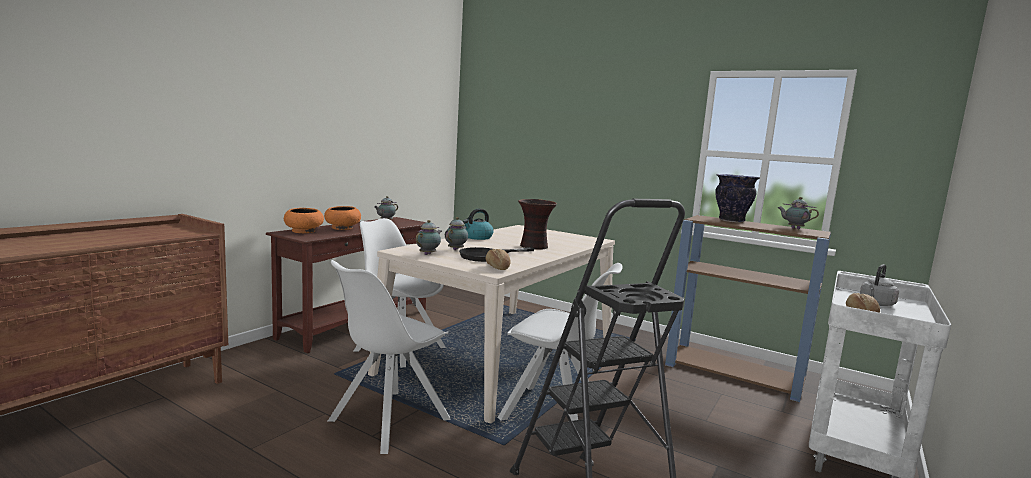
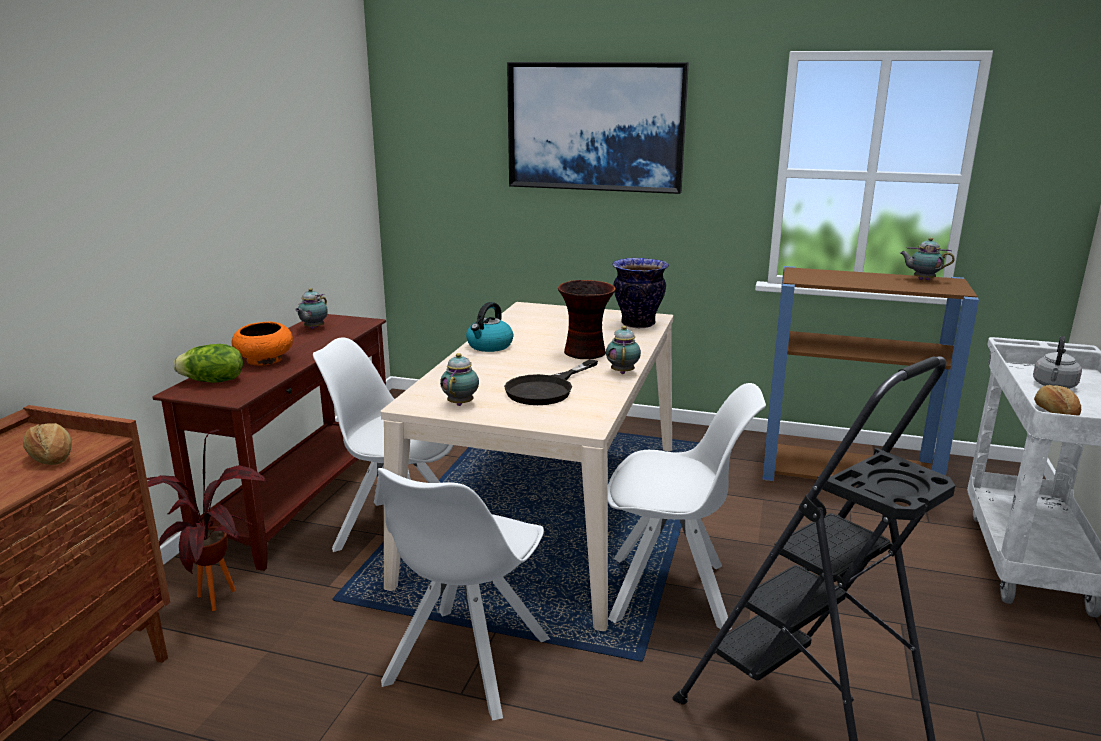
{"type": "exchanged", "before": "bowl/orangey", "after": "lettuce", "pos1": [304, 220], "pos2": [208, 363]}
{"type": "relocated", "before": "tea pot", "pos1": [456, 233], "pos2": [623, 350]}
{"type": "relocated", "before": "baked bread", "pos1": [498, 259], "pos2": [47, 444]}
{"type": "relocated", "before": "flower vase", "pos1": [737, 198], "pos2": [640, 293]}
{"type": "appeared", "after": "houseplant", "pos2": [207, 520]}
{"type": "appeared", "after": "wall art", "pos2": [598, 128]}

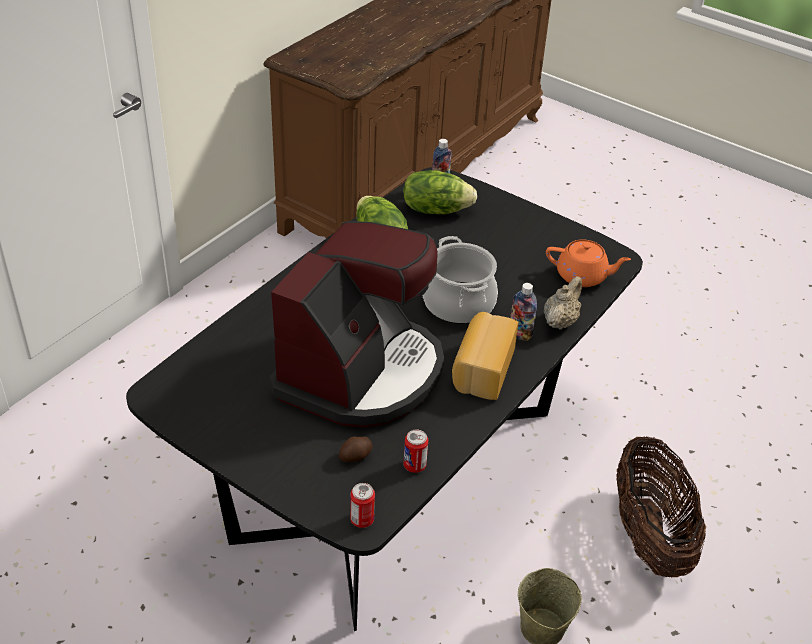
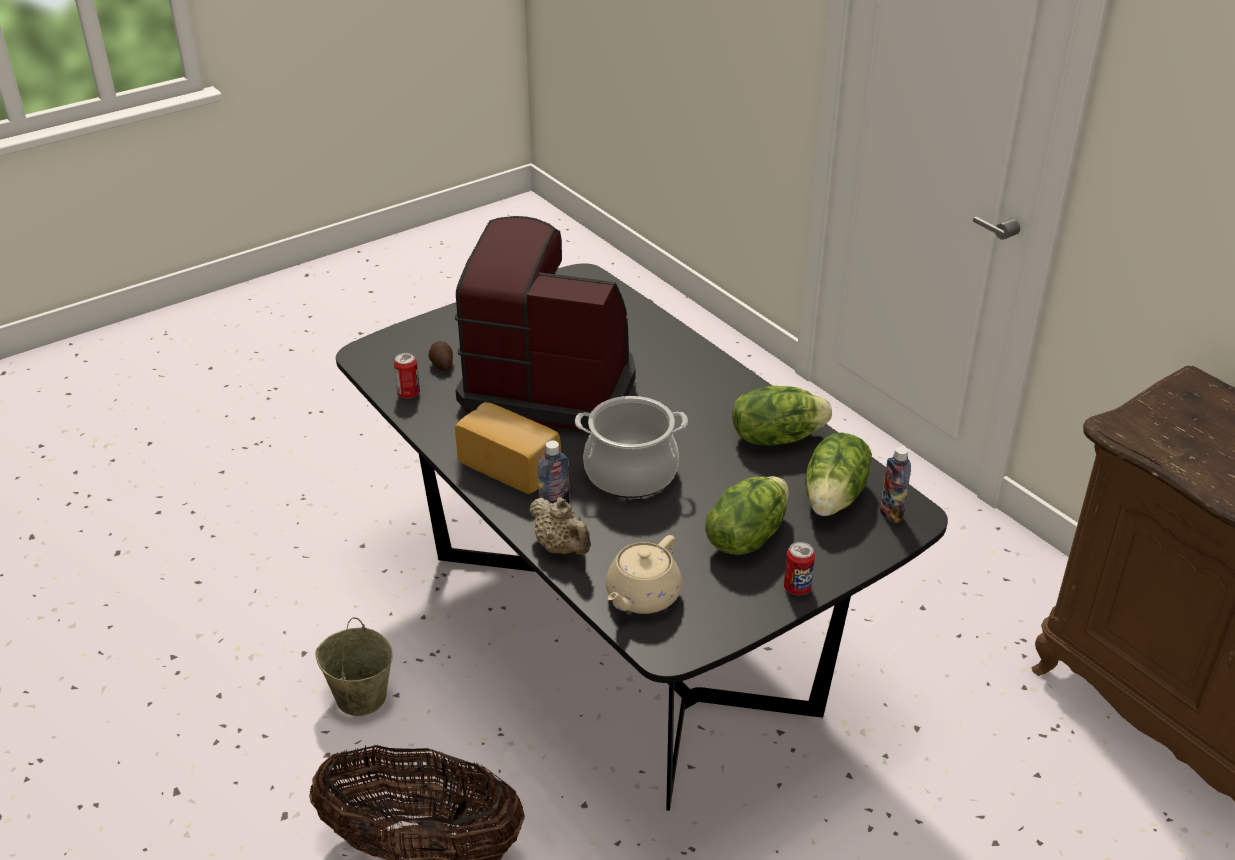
{"type": "spun", "before": "coffee brewer", "pos1": [357, 324], "pos2": [545, 324], "turn": 150}
{"type": "relocated", "before": "can", "pos1": [362, 505], "pos2": [799, 568]}
{"type": "colour", "before": "tea pot/orangey", "after": "tea pot/sand-coloured", "pos1": [588, 263], "pos2": [644, 574]}
{"type": "appeared", "after": "lettuce", "pos2": [747, 515]}

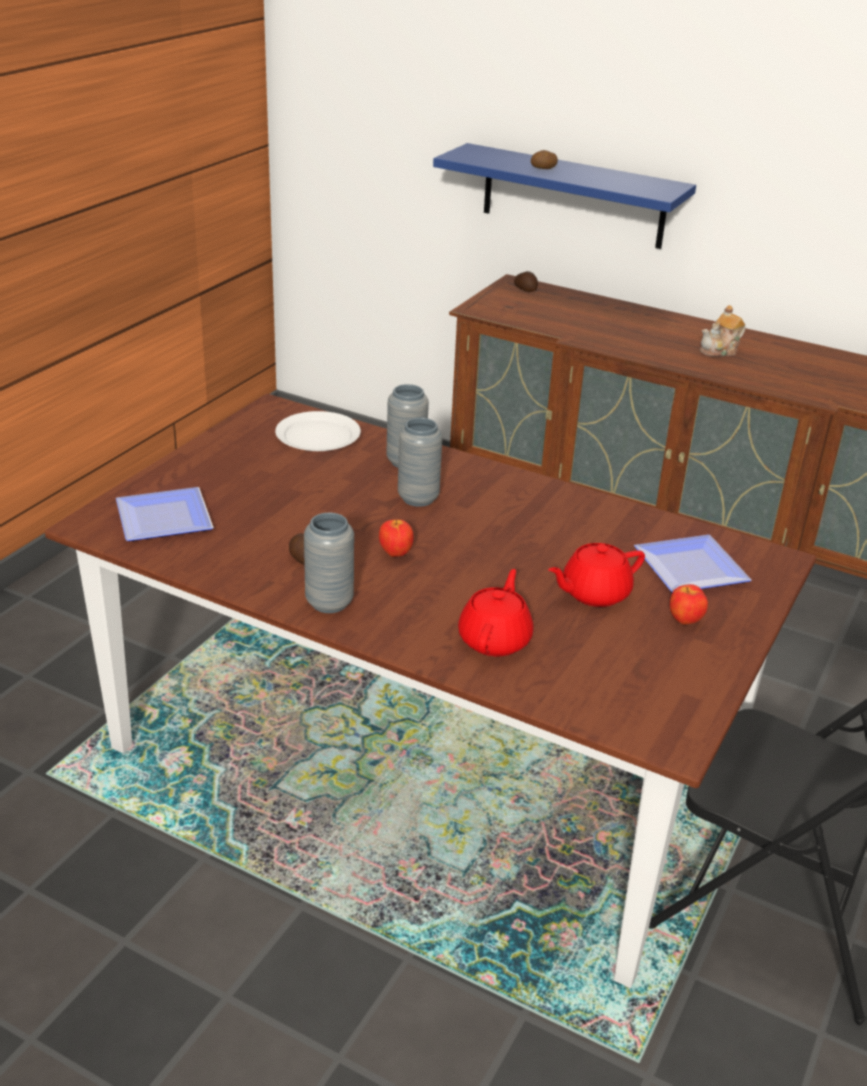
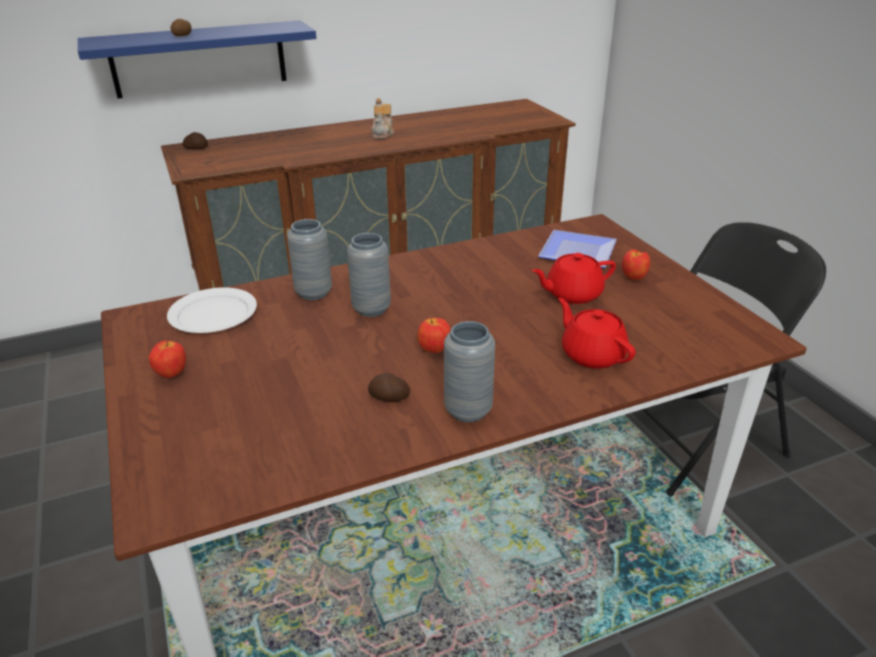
{"type": "missing", "before": "dinner plate", "pos1": [165, 514]}
{"type": "spun", "before": "tea pot/red-coloured", "pos1": [596, 575], "pos2": [574, 278], "turn": 60}
{"type": "appeared", "after": "apple fruit", "pos2": [167, 359]}

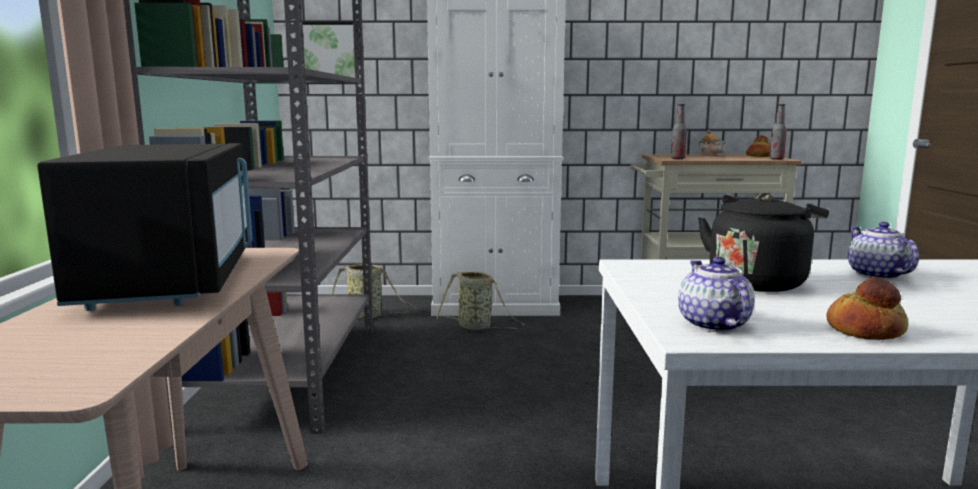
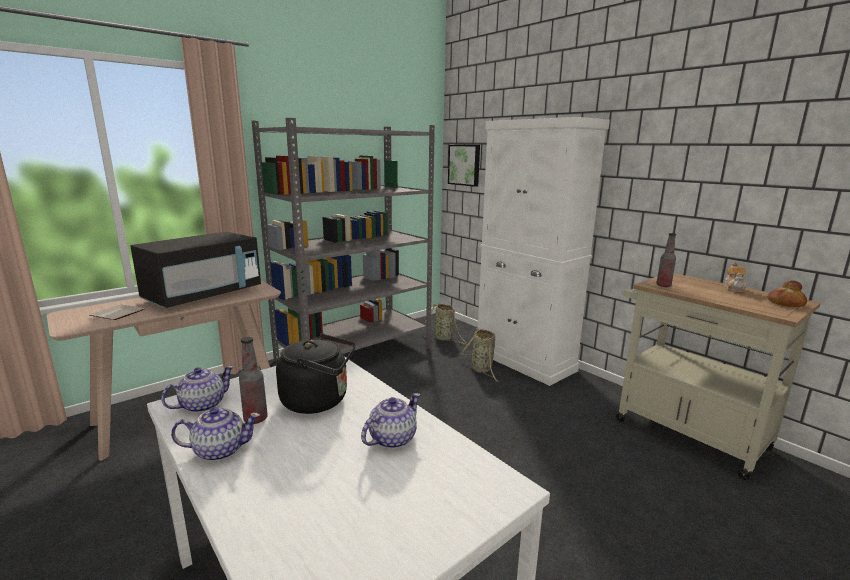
{"type": "relocated", "before": "bottle", "pos1": [778, 132], "pos2": [253, 380]}
{"type": "exchanged", "before": "baked bread", "after": "tea pot", "pos1": [867, 308], "pos2": [215, 434]}
{"type": "appeared", "after": "dinner plate", "pos2": [117, 312]}

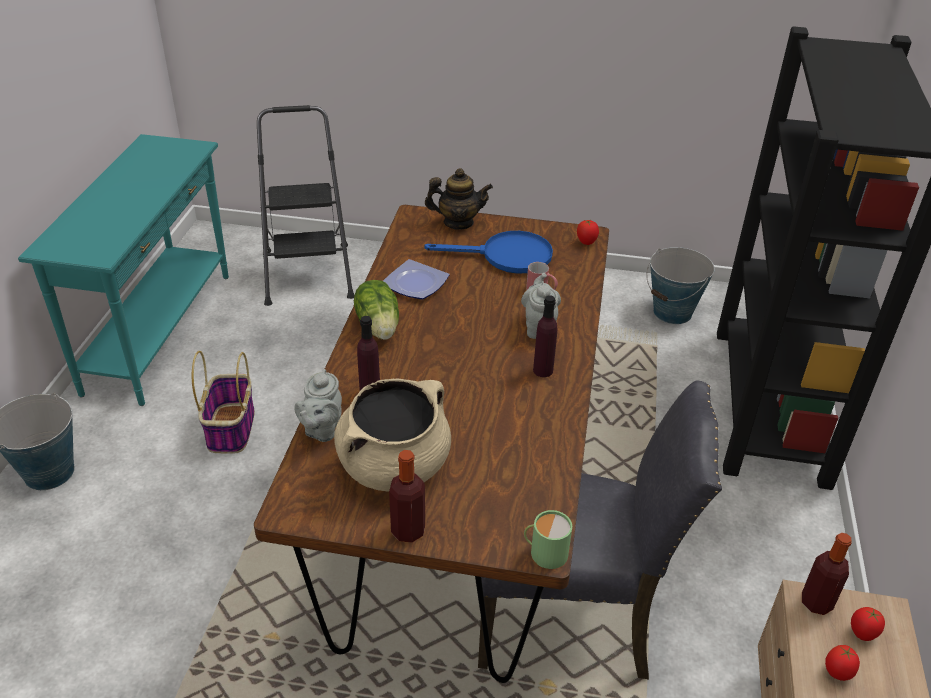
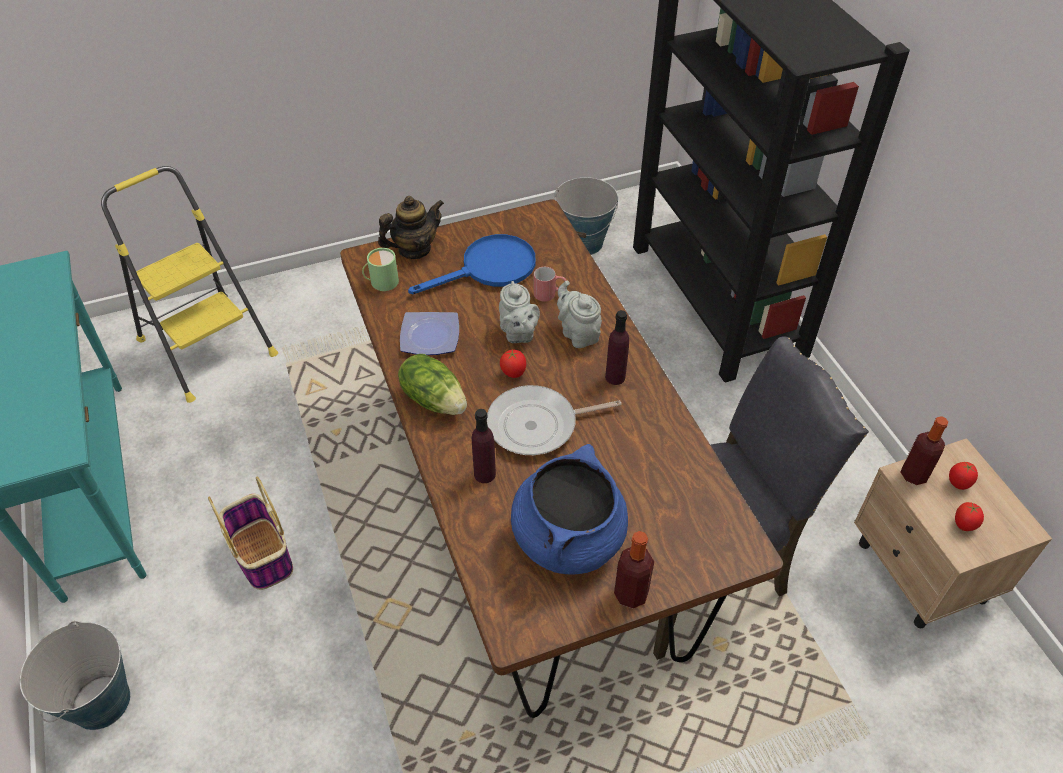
{"type": "colour", "before": "step stool/black", "after": "step stool/yellowish", "pos1": [306, 205], "pos2": [189, 284]}
{"type": "relocated", "before": "tea pot/grey", "pos1": [318, 405], "pos2": [519, 312]}
{"type": "colour", "before": "stockpot/sand-coloured", "after": "stockpot/blue-coloured", "pos1": [392, 435], "pos2": [569, 509]}
{"type": "relocated", "before": "coffee mug/green-coloured", "pos1": [548, 539], "pos2": [380, 269]}
{"type": "relocated", "before": "whole tomato", "pos1": [588, 232], "pos2": [513, 364]}
{"type": "appeared", "after": "pan", "pos2": [554, 420]}

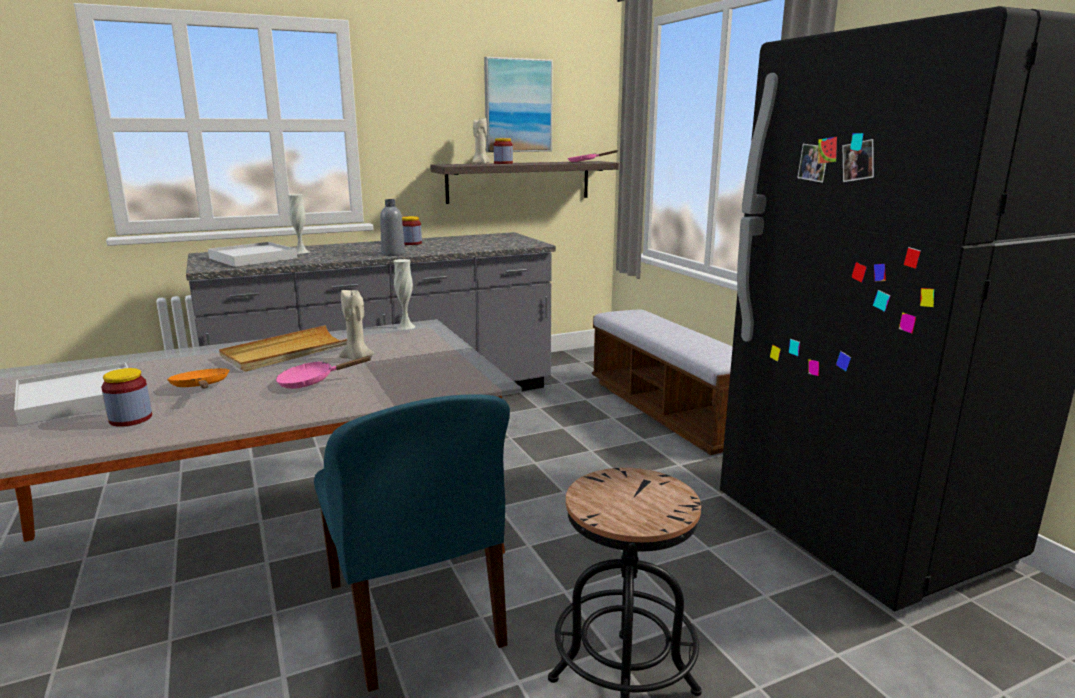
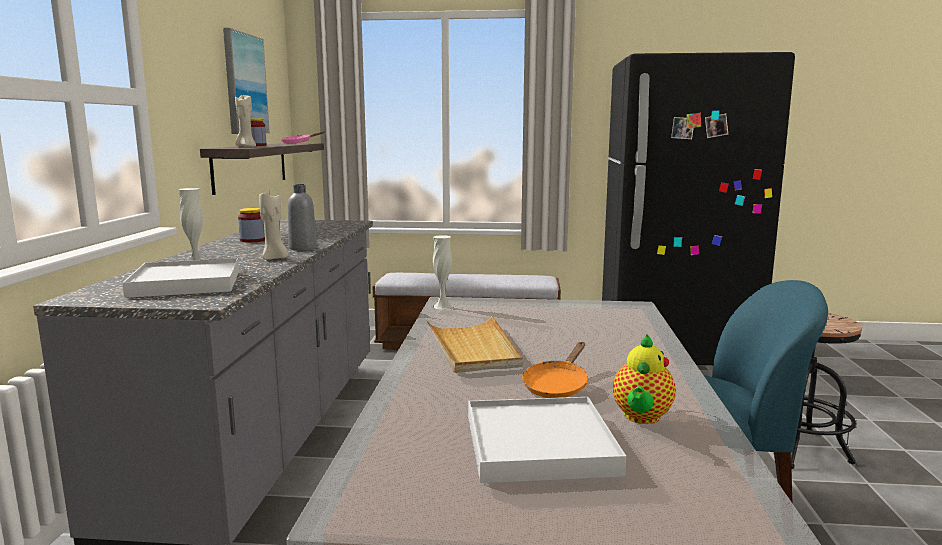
{"type": "exchanged", "before": "jar", "after": "tea pot", "pos1": [126, 397], "pos2": [644, 379]}
{"type": "spun", "before": "pan/orangey", "pos1": [198, 378], "pos2": [555, 370], "turn": -60}
{"type": "missing", "before": "pan/pinkish", "pos1": [324, 372]}
{"type": "relocated", "before": "wax light/sand-coloured", "pos1": [356, 325], "pos2": [273, 225]}

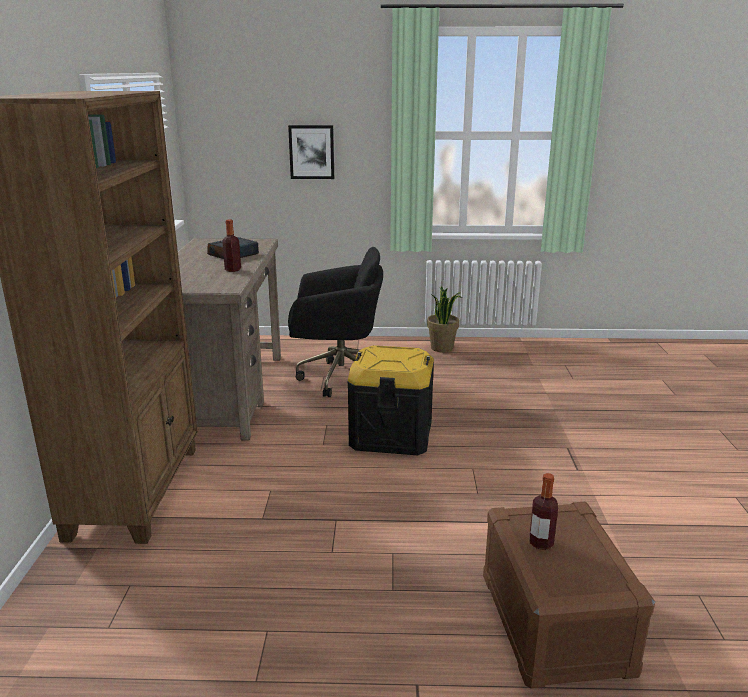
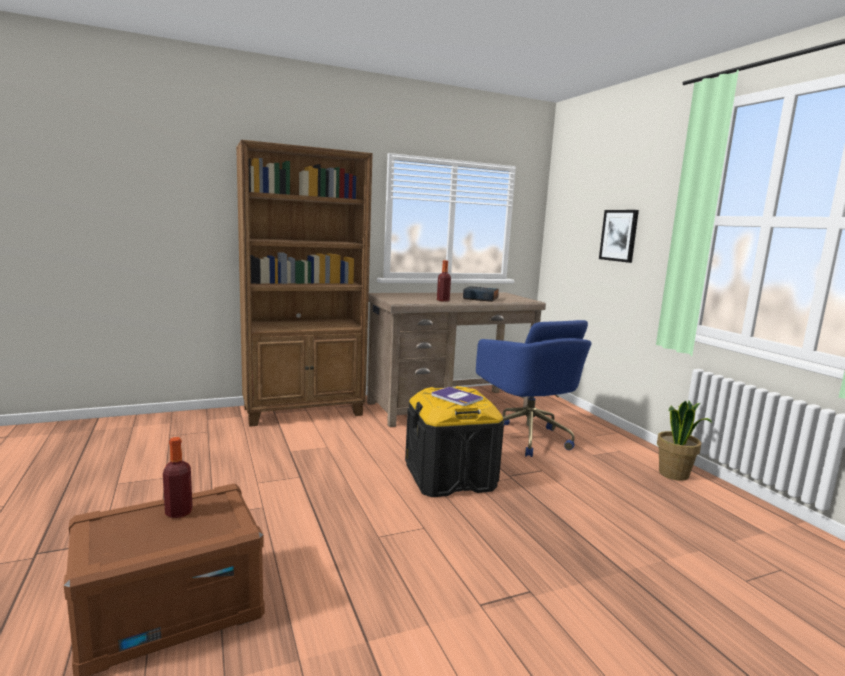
{"type": "colour", "before": "office chair/black", "after": "office chair/blue-coloured", "pos1": [335, 322], "pos2": [534, 388]}
{"type": "appeared", "after": "book", "pos2": [457, 396]}

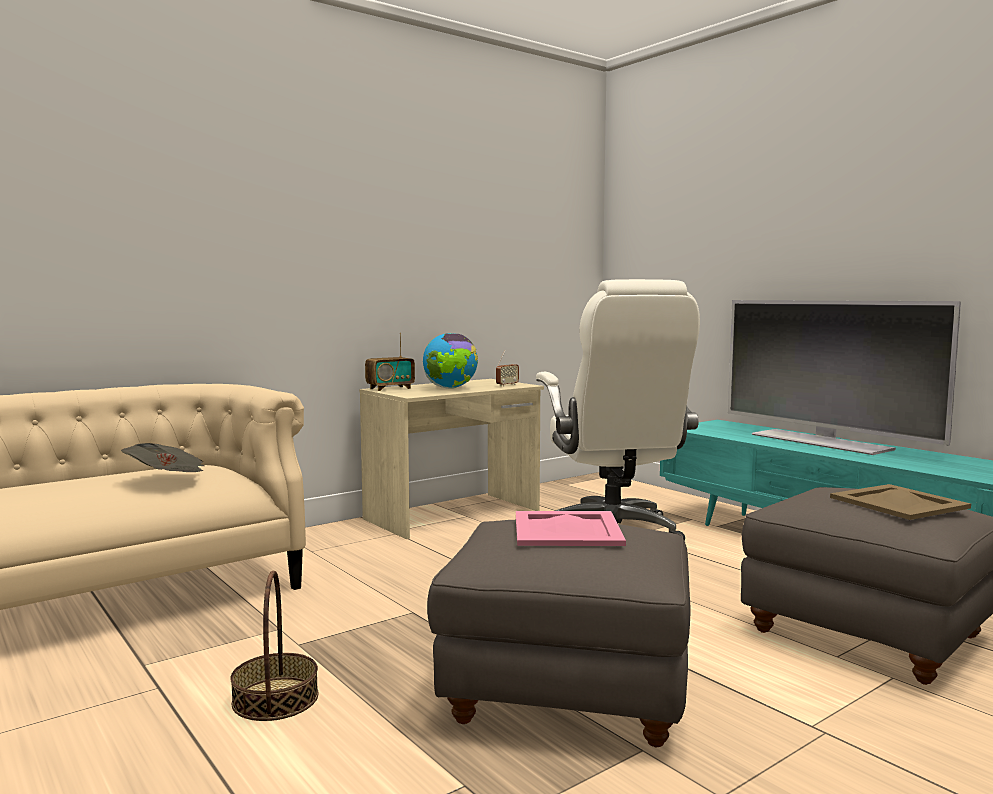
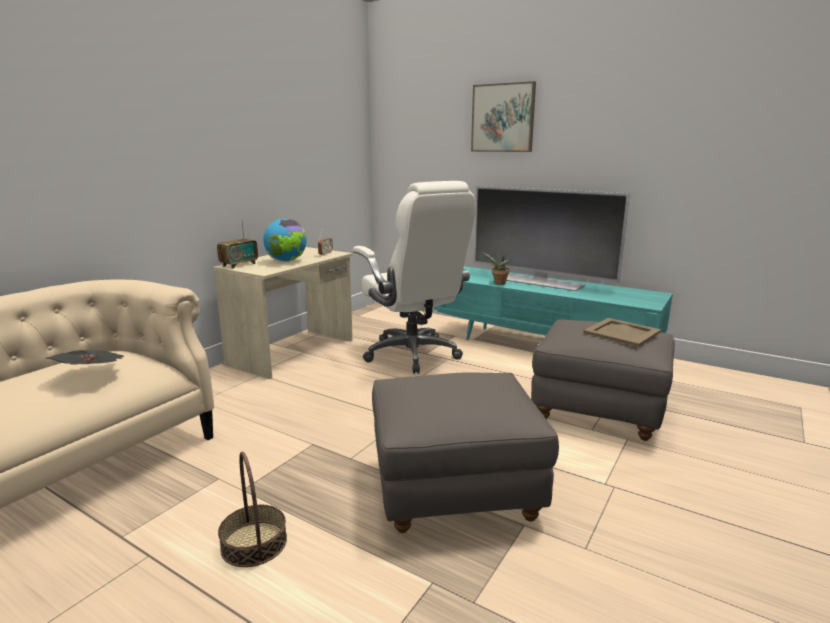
{"type": "missing", "before": "carrying tray/pinkish", "pos1": [571, 528]}
{"type": "appeared", "after": "wall art", "pos2": [503, 116]}
{"type": "appeared", "after": "houseplant", "pos2": [496, 268]}

